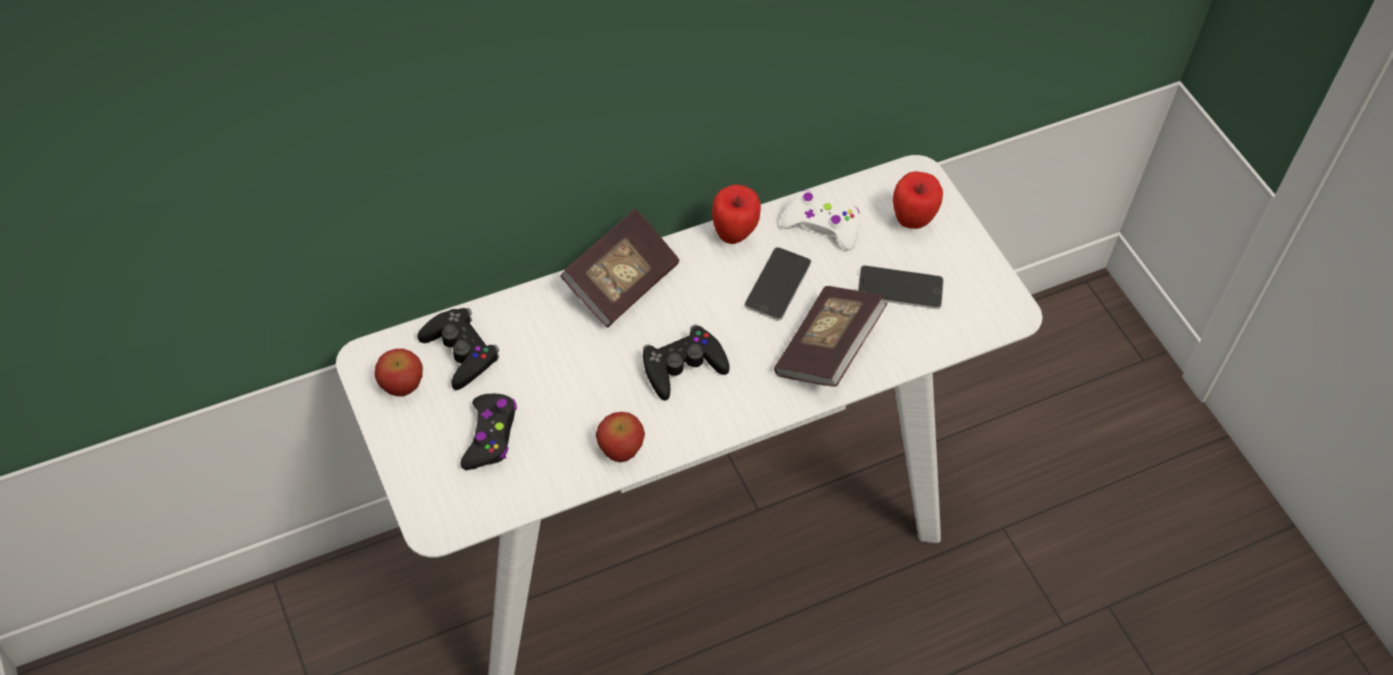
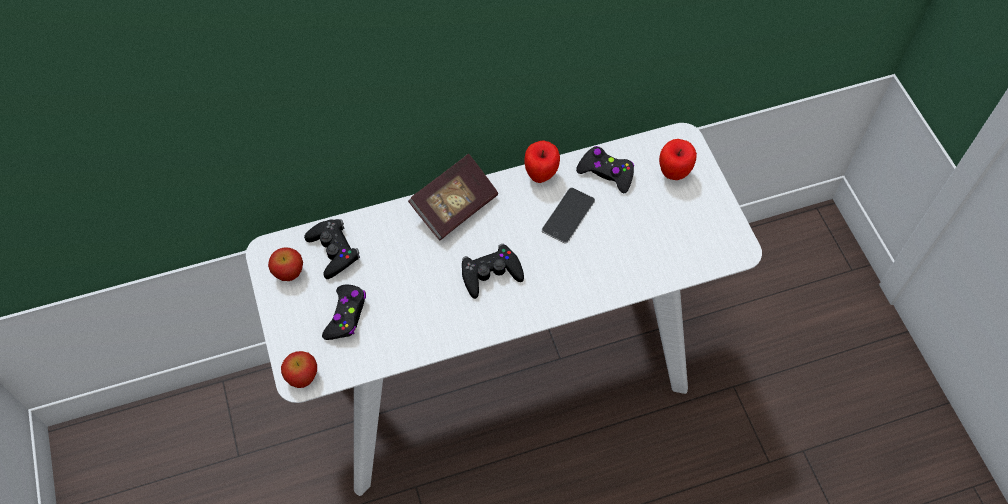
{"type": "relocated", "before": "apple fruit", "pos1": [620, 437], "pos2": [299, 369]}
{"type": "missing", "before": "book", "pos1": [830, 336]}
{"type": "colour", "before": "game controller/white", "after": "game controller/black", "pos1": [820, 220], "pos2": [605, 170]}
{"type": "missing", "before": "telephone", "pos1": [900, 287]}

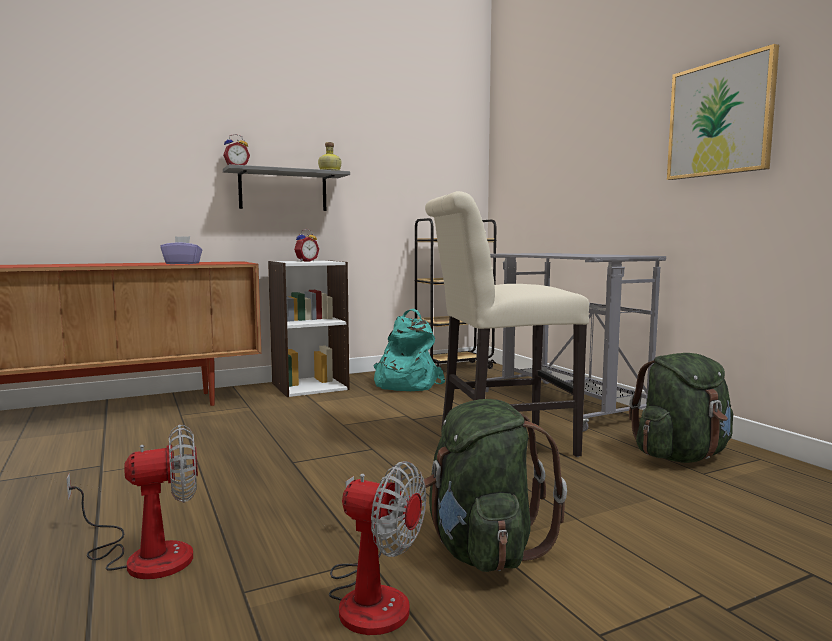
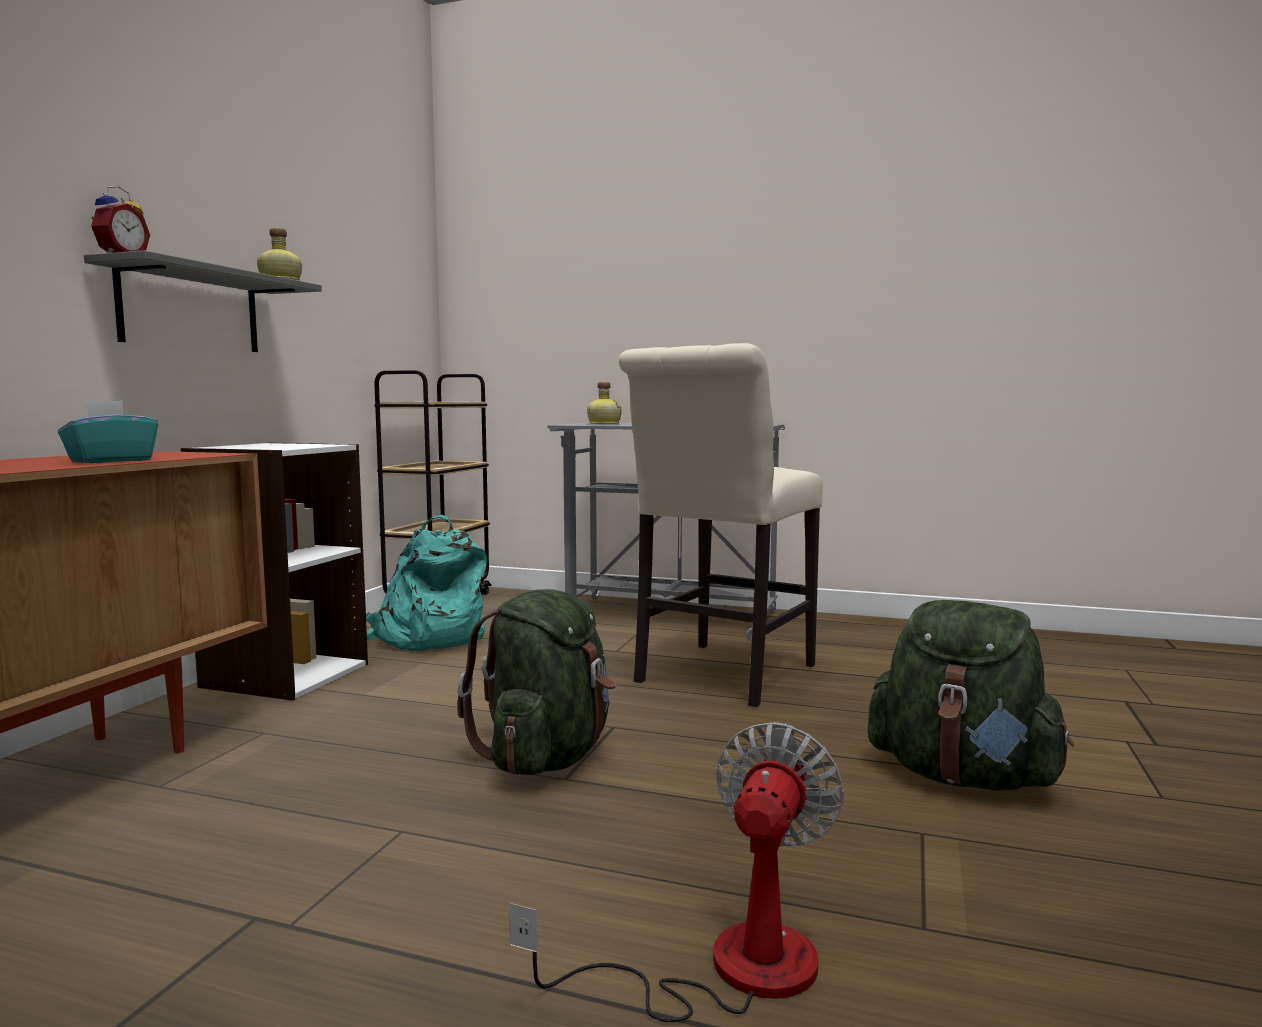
{"type": "colour", "before": "tissue box/purple", "after": "tissue box/blue-green", "pos1": [181, 250], "pos2": [108, 431]}
{"type": "missing", "before": "alarm clock", "pos1": [306, 245]}
{"type": "missing", "before": "fan", "pos1": [377, 548]}
{"type": "relocated", "before": "knapsack/green-coloured", "pos1": [681, 408], "pos2": [536, 682]}
{"type": "missing", "before": "wall art", "pos1": [723, 112]}
{"type": "appeared", "after": "bottle", "pos2": [604, 403]}

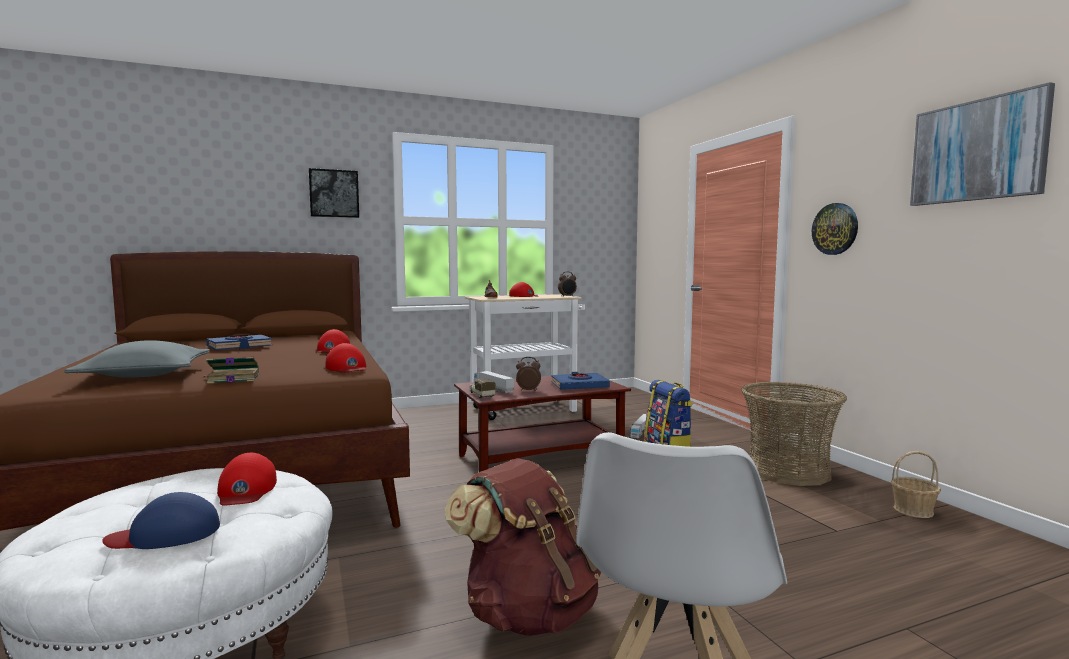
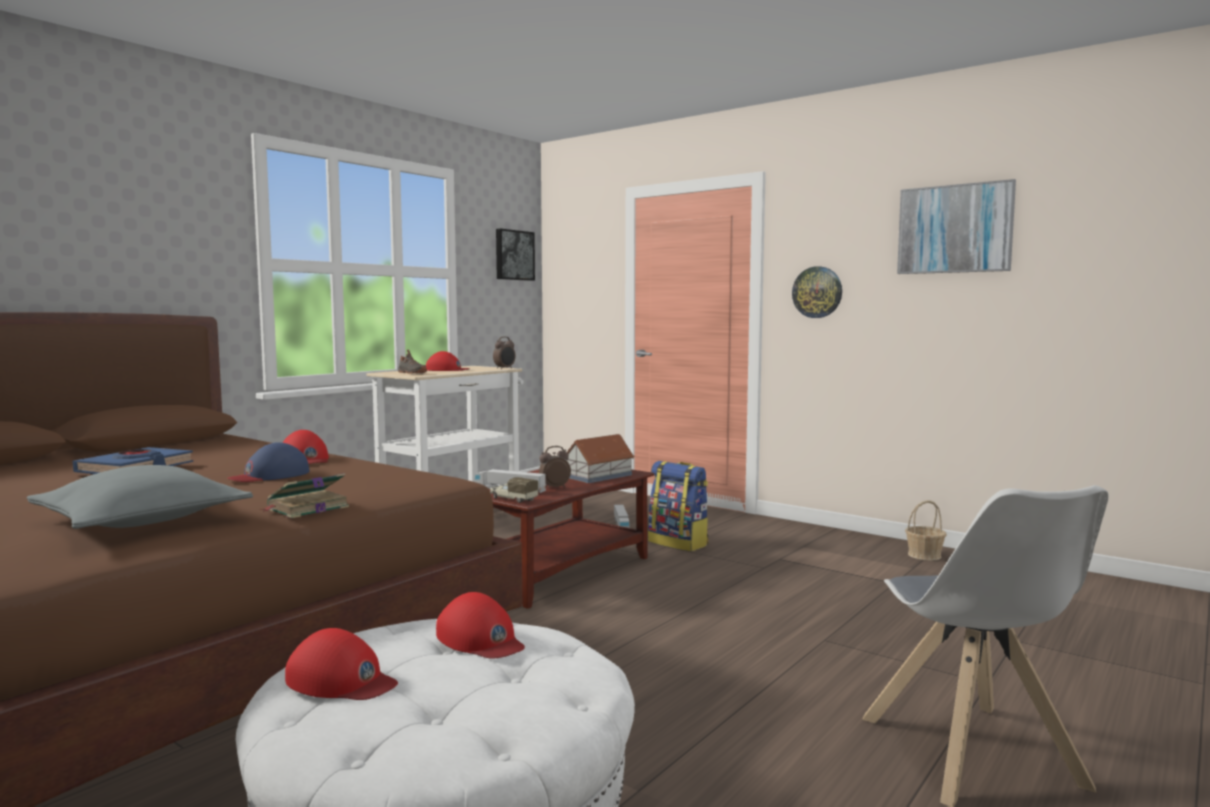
{"type": "relocated", "before": "cap/blue-coloured", "pos1": [161, 520], "pos2": [268, 462]}
{"type": "relocated", "before": "wall art", "pos1": [334, 193], "pos2": [515, 254]}
{"type": "relocated", "before": "cap/red-coloured", "pos1": [346, 358], "pos2": [341, 664]}
{"type": "missing", "before": "knapsack/brownish", "pos1": [523, 547]}
{"type": "exchanged", "before": "book/blue-coloured", "after": "miniature house", "pos1": [580, 381], "pos2": [600, 458]}
{"type": "missing", "before": "basket", "pos1": [794, 434]}

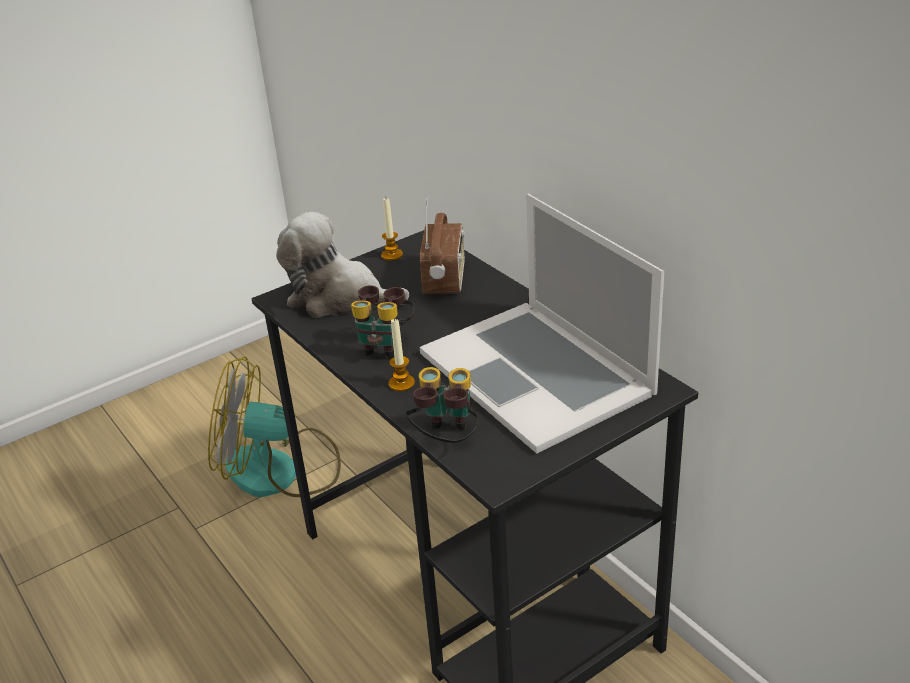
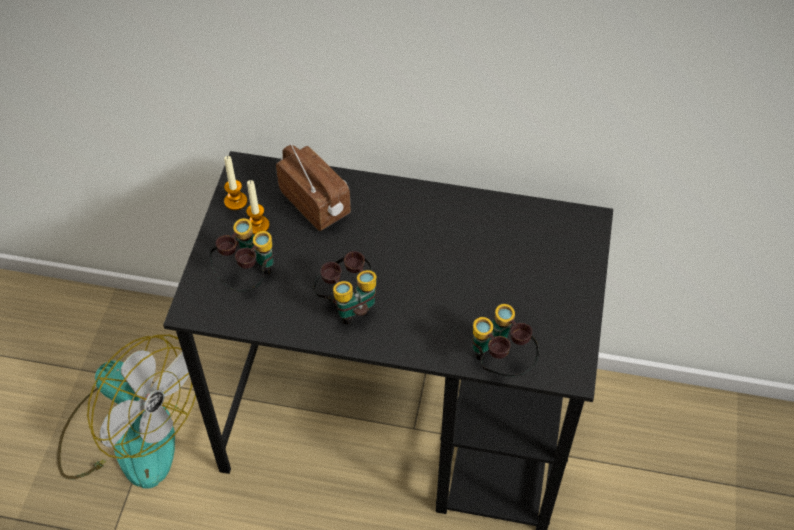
{"type": "spun", "before": "fan", "pos1": [274, 426], "pos2": [126, 412], "turn": -105}
{"type": "exchanged", "before": "plush toy", "after": "field glasses", "pos1": [342, 264], "pos2": [241, 255]}
{"type": "relocated", "before": "wax light", "pos1": [402, 354], "pos2": [258, 207]}
{"type": "missing", "before": "laptop", "pos1": [542, 324]}

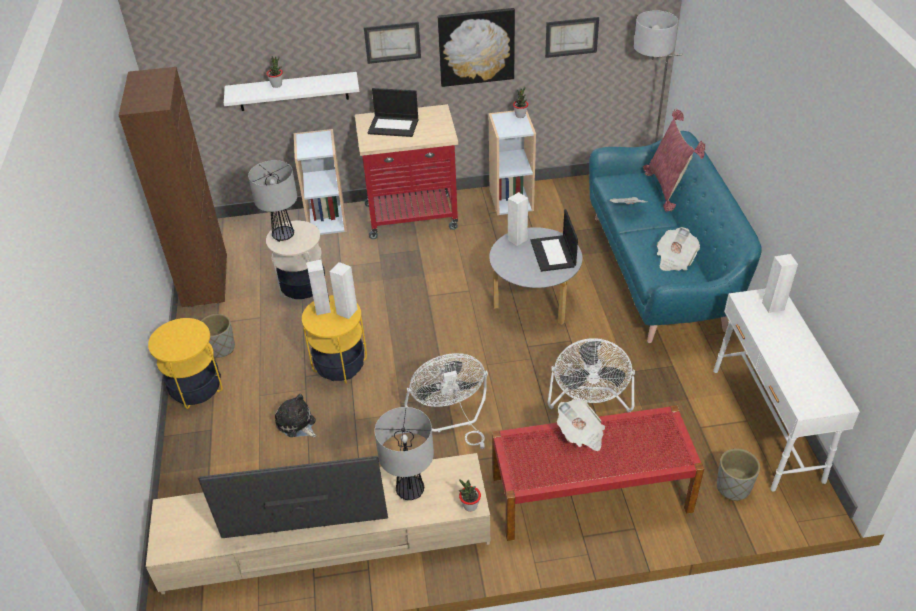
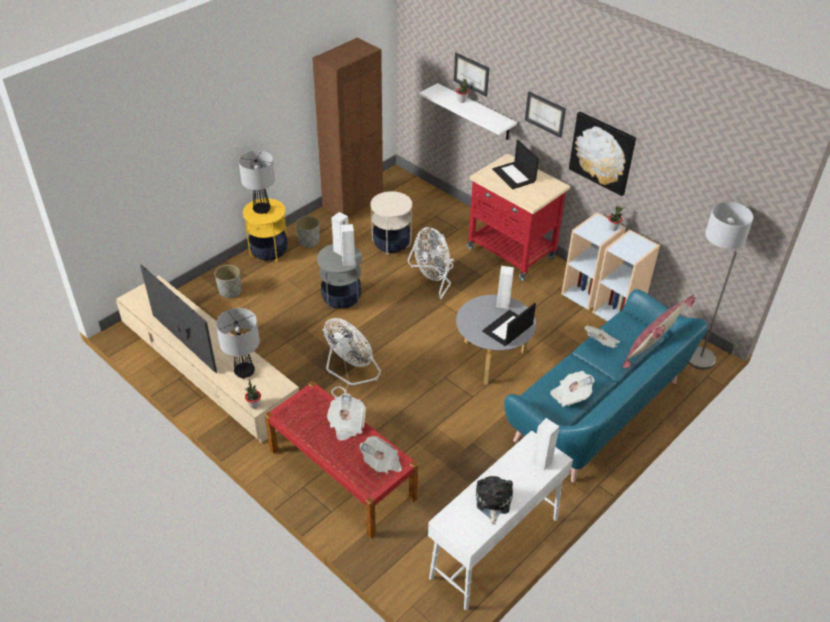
{"type": "relocated", "before": "table lamp", "pos1": [272, 201], "pos2": [257, 182]}
{"type": "relocated", "before": "plush toy", "pos1": [295, 415], "pos2": [494, 500]}
{"type": "relocated", "before": "shelving unit", "pos1": [320, 182], "pos2": [626, 275]}
{"type": "colour", "before": "end table/yellowish", "after": "end table/grey", "pos1": [334, 339], "pos2": [339, 276]}
{"type": "relocated", "before": "wall art", "pos1": [572, 37], "pos2": [471, 75]}
{"type": "relocated", "before": "fan/white", "pos1": [591, 375], "pos2": [431, 263]}
{"type": "relocated", "before": "plant pot/grey", "pos1": [738, 475], "pos2": [228, 281]}
{"type": "appeared", "after": "printed paper", "pos2": [381, 454]}

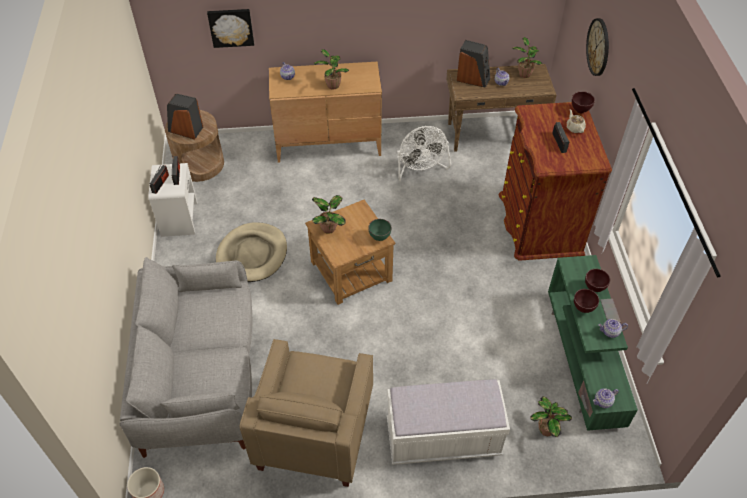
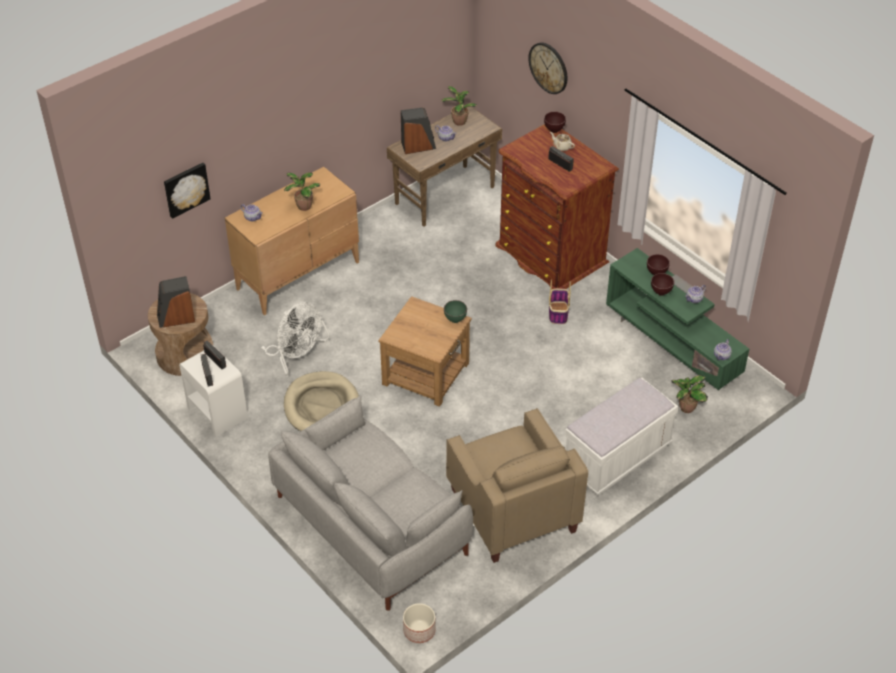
{"type": "missing", "before": "houseplant", "pos1": [329, 214]}
{"type": "relocated", "before": "fan/white", "pos1": [424, 153], "pos2": [295, 339]}
{"type": "appeared", "after": "basket", "pos2": [560, 301]}

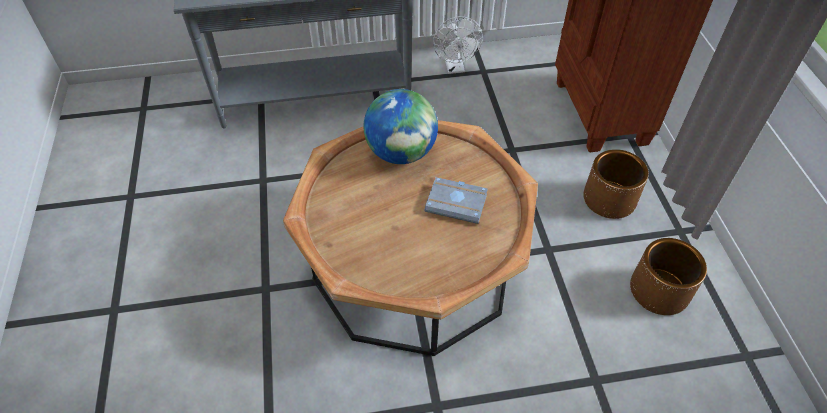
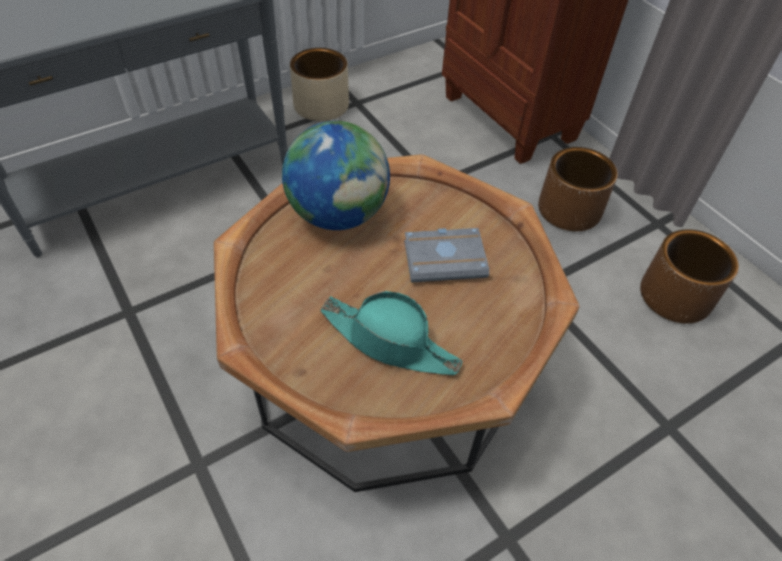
{"type": "exchanged", "before": "fan/white", "after": "plant pot/sand-coloured", "pos1": [458, 45], "pos2": [319, 84]}
{"type": "appeared", "after": "hat/blue-green", "pos2": [391, 333]}

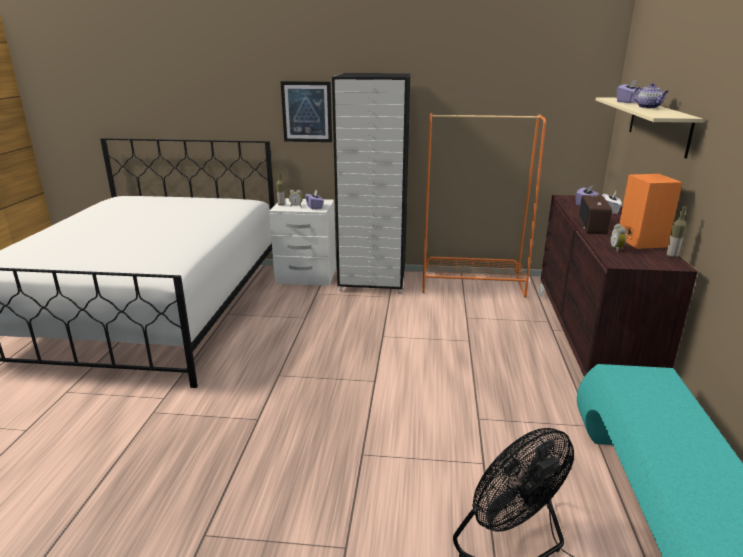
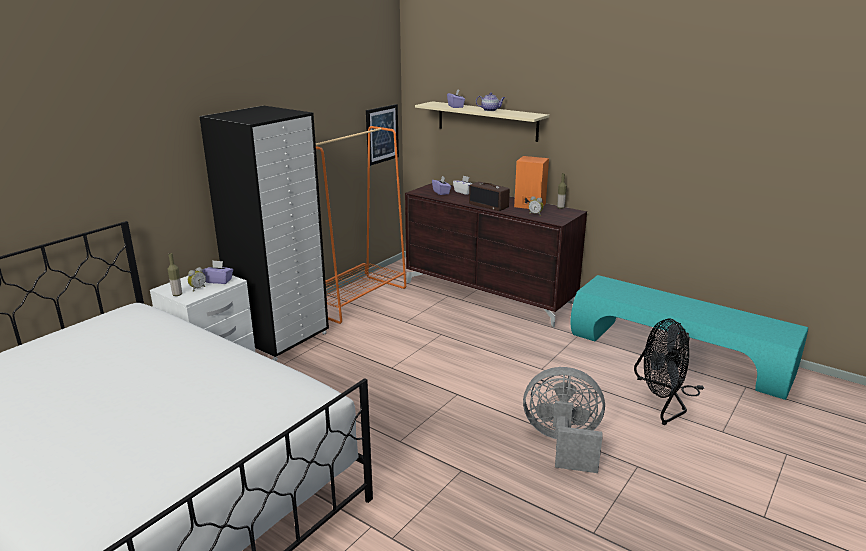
{"type": "relocated", "before": "wall art", "pos1": [306, 111], "pos2": [382, 135]}
{"type": "appeared", "after": "fan/grey", "pos2": [564, 420]}

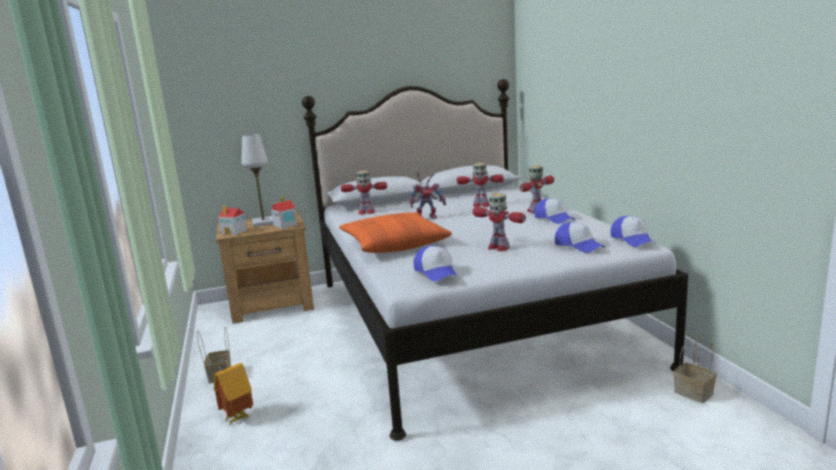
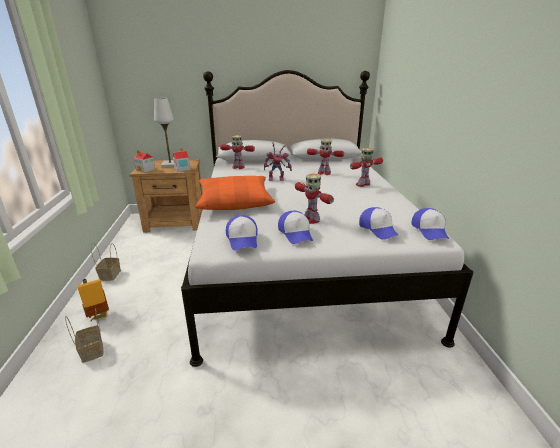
{"type": "relocated", "before": "cap", "pos1": [554, 211], "pos2": [295, 227]}
{"type": "relocated", "before": "basket", "pos1": [695, 368], "pos2": [84, 335]}

